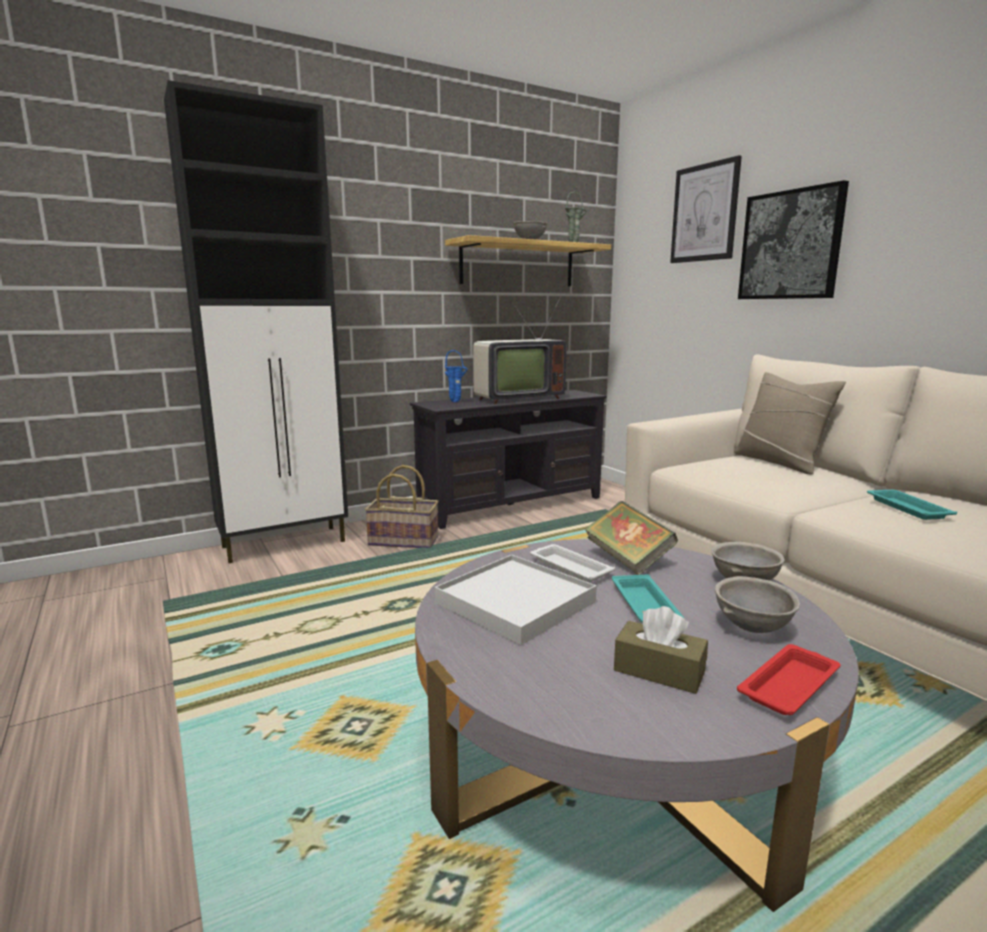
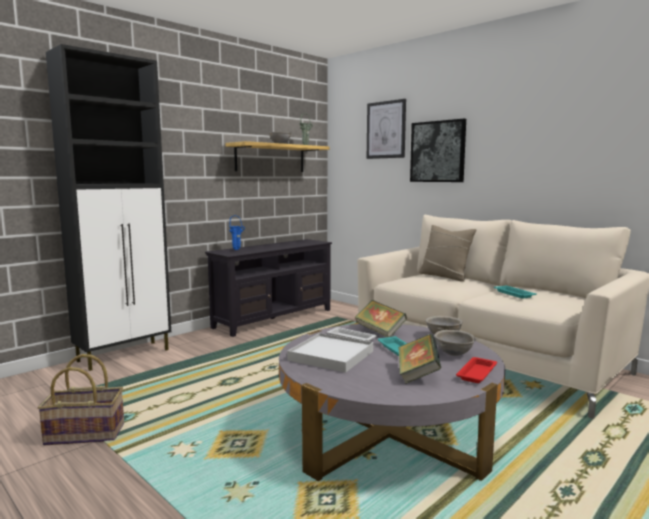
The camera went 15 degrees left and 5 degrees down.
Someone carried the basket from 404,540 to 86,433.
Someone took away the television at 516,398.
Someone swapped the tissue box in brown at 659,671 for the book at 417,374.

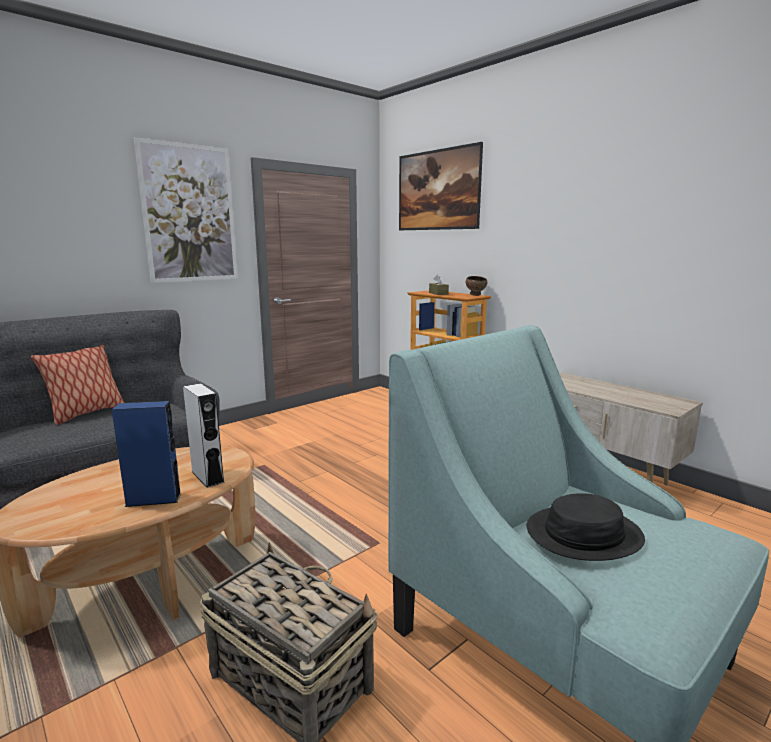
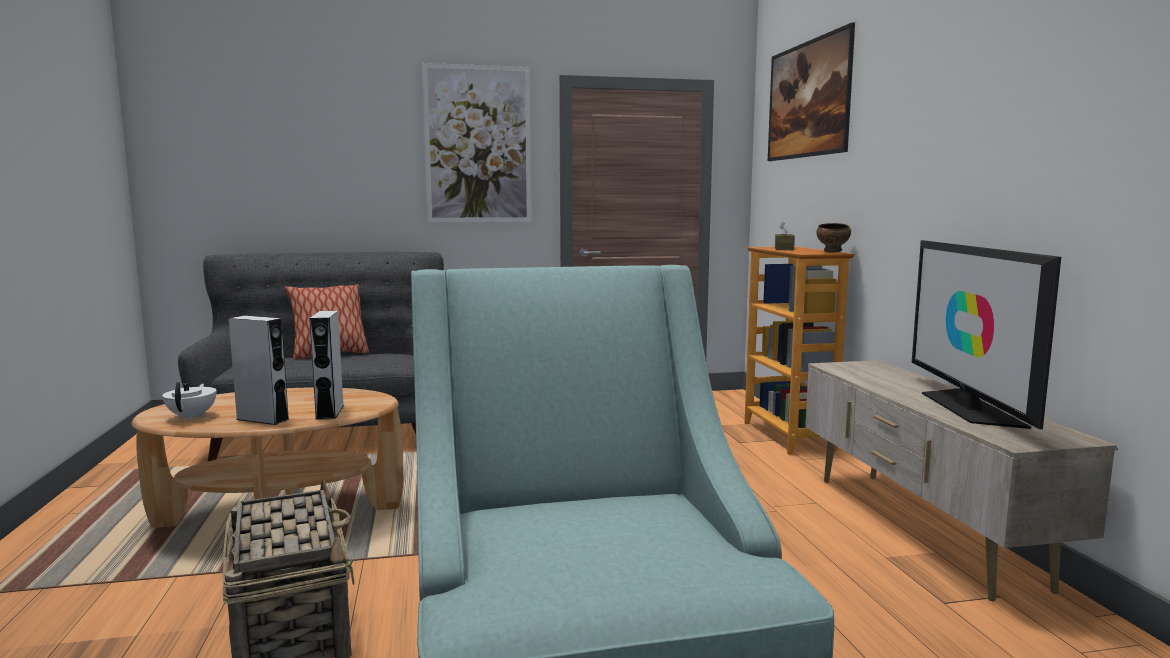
The camera went 30 degrees right and 5 degrees down.
Someone repainted the speaker in blue at 153,500, which became the speaker in grey at 262,419.
Someone took away the hat in black at 584,534.
Someone put down the teapot in white at 192,416.
Someone put down the television at 968,407.

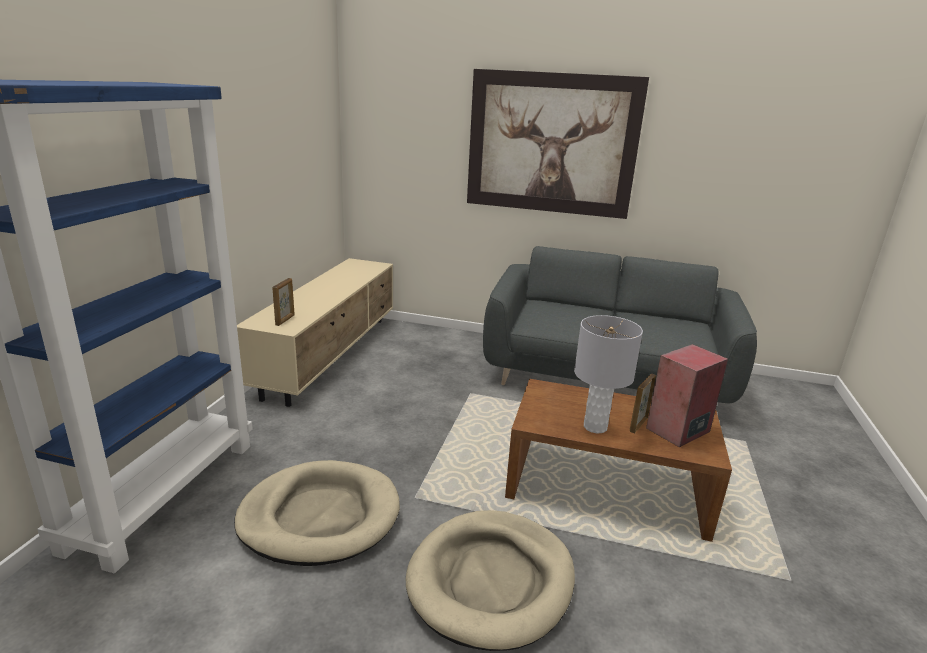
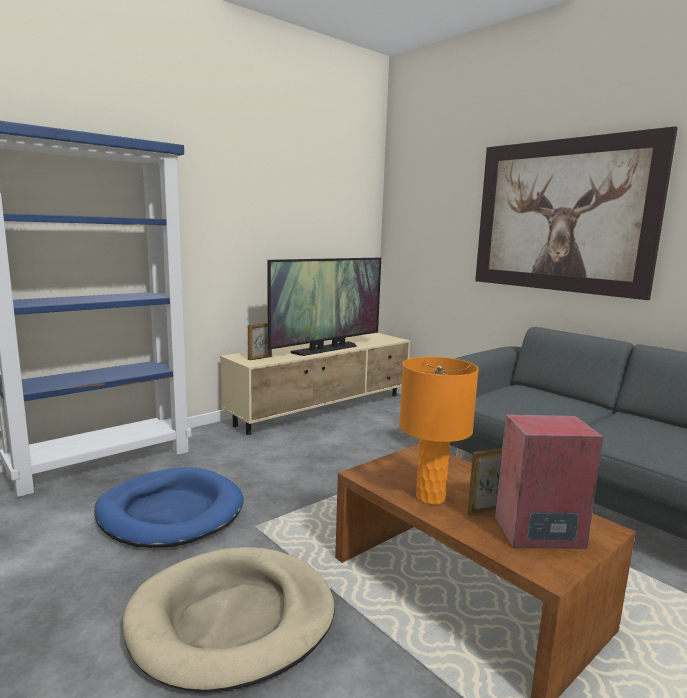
The camera went 35 degrees right and 10 degrees down.
Someone repainted the dog bed in beige at 320,516, which became the dog bed in blue at 170,512.
Someone repainted the table lamp in grey at 594,427, which became the table lamp in orange at 430,497.
Someone put down the television at 326,349.

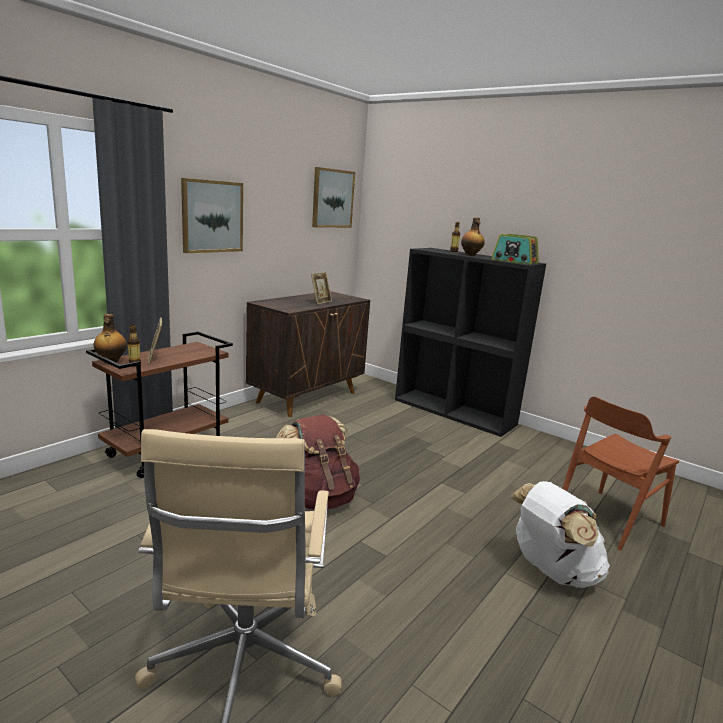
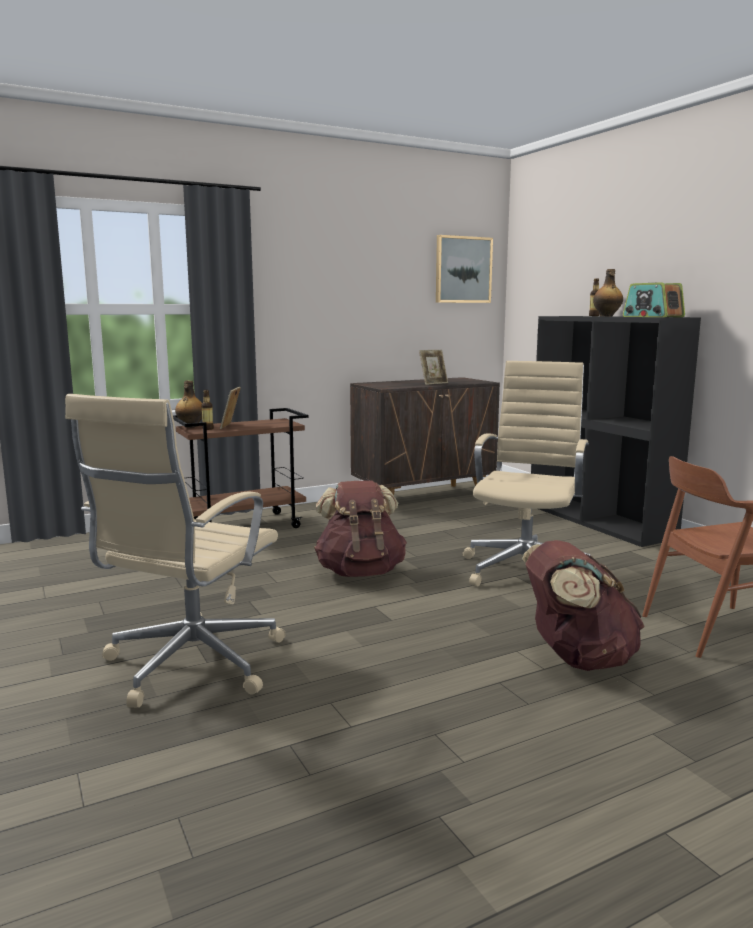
The camera went 25 degrees right and 5 degrees down.
Someone took away the picture at 212,216.
Someone repainted the backpack in white at 551,571, which became the backpack in brown at 577,659.
Someone put down the office chair in beige at 526,570.

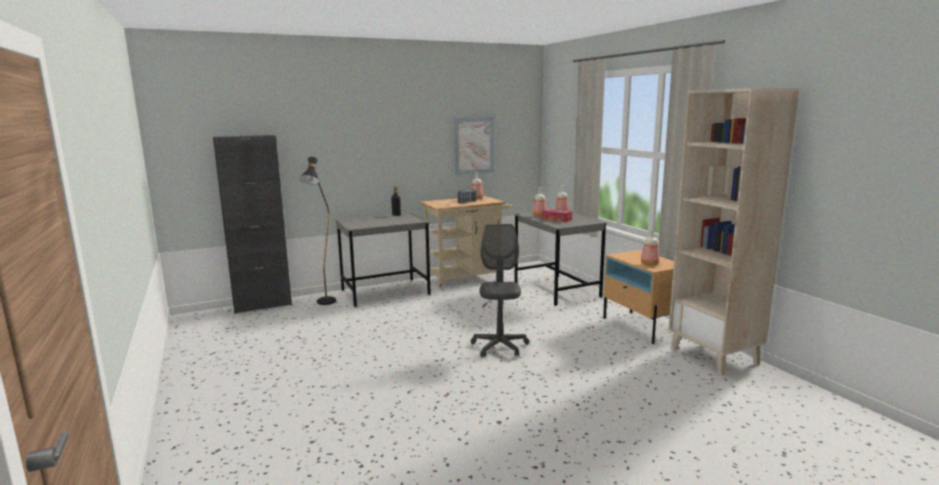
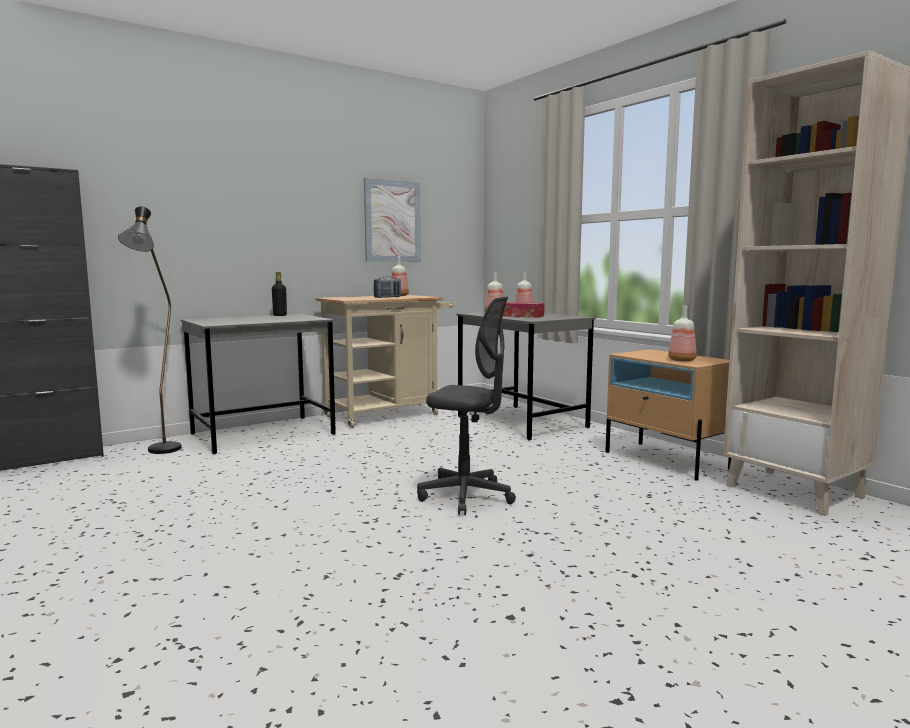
The camera went 10 degrees left and 5 degrees down.
Someone rotated the office chair in grey at 499,347 by 120 degrees clockwise.

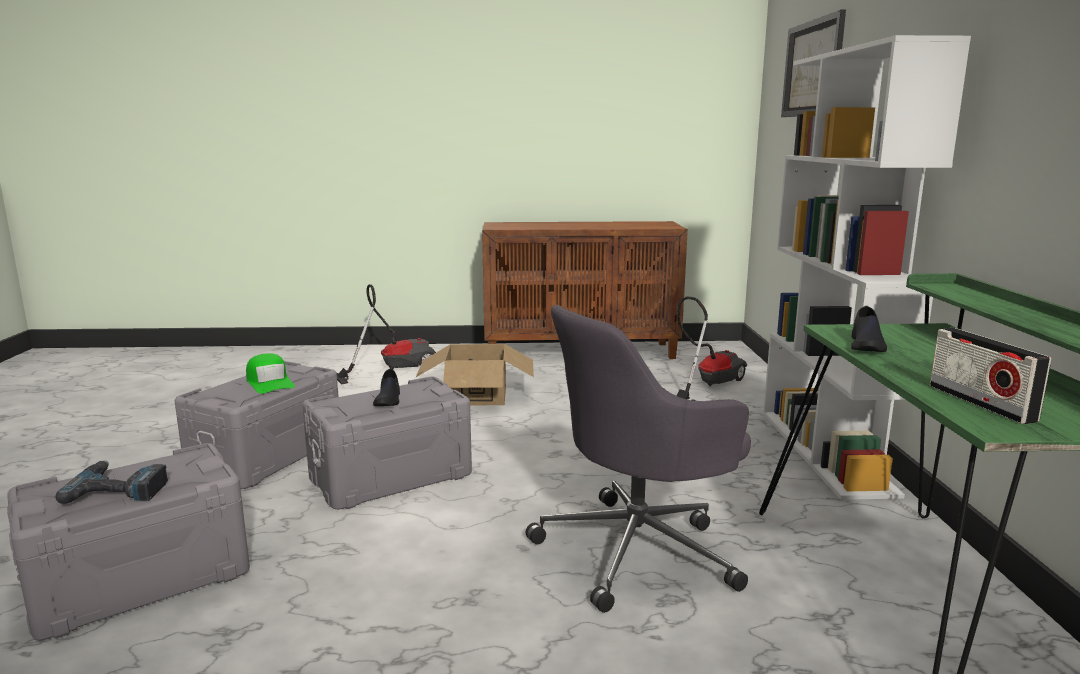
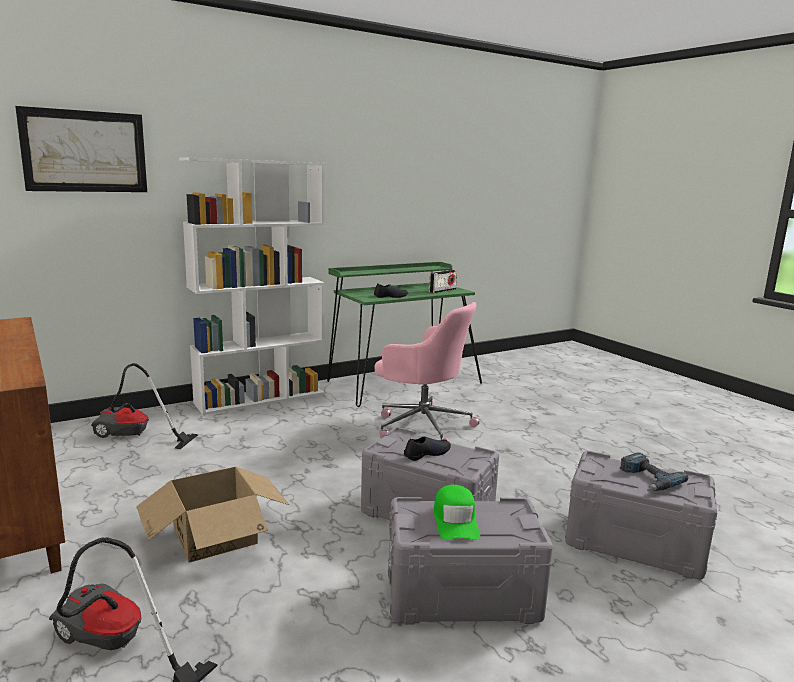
The camera went 120 degrees left and 0 degrees up.
Someone rotated the cap in green at 269,382 by 150 degrees clockwise.
Someone repainted the office chair in grey at 639,550, which became the office chair in pink at 422,425.

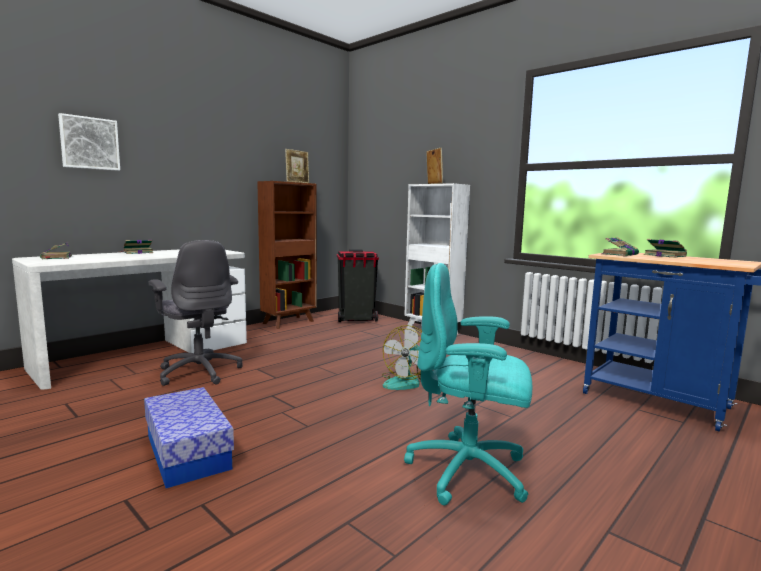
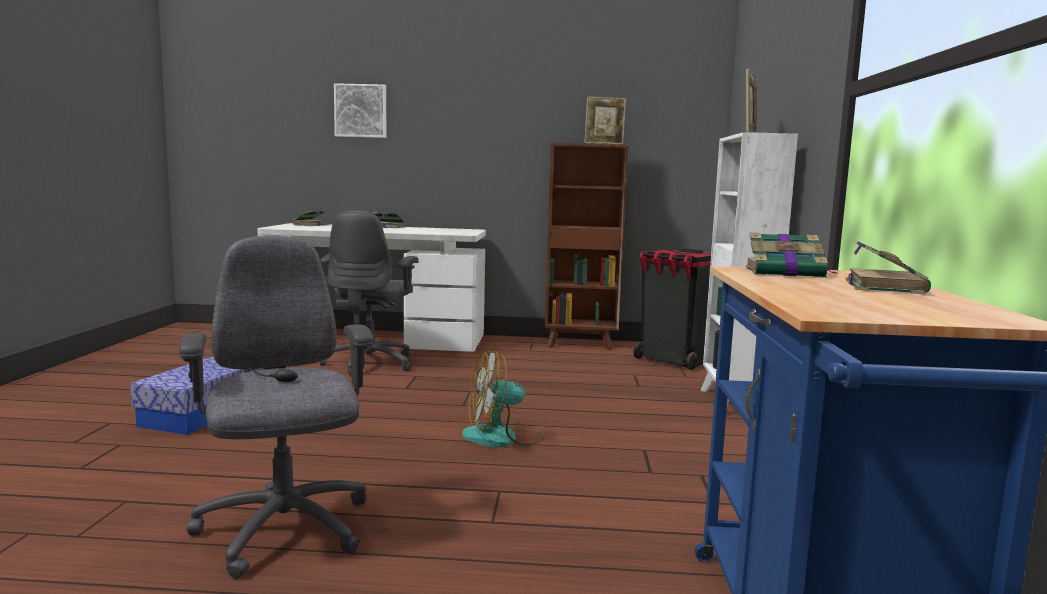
The camera went 50 degrees right and 0 degrees up.
Someone repainted the office chair in turquoise at 469,472, which became the office chair in grey at 284,531.

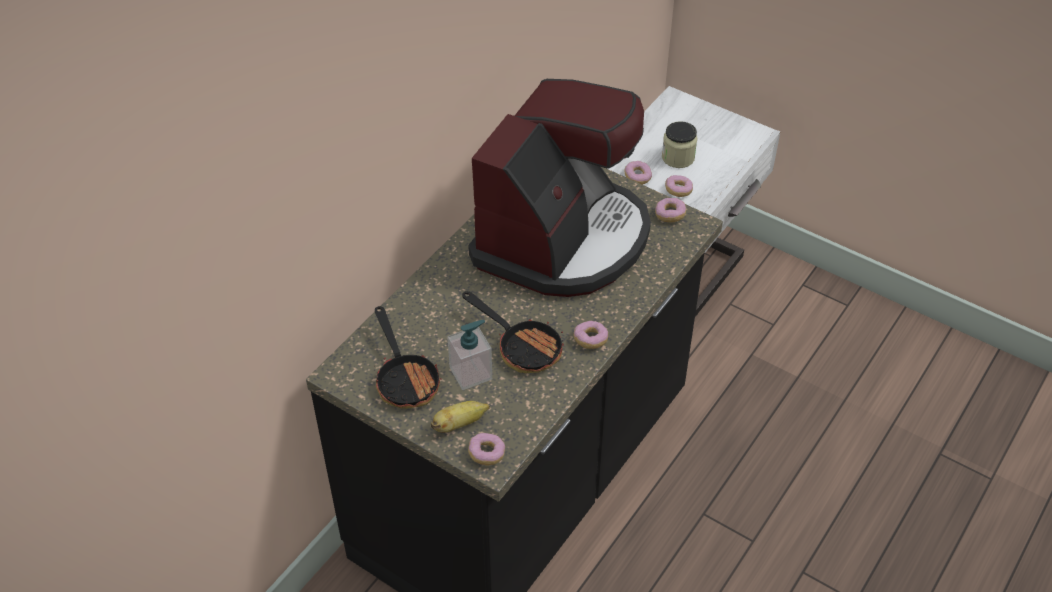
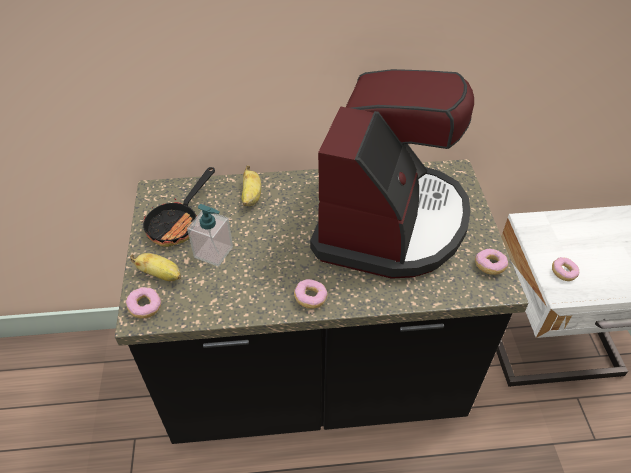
The camera went 50 degrees right and 0 degrees up.
Someone took away the frying pan at 522,346.
Someone rotated the coffee machine at 563,239 by 60 degrees counterclockwise.
Someone took away the donut at 637,177.
Someone took away the jar at 678,157.
Someone put down the banana at 251,197.

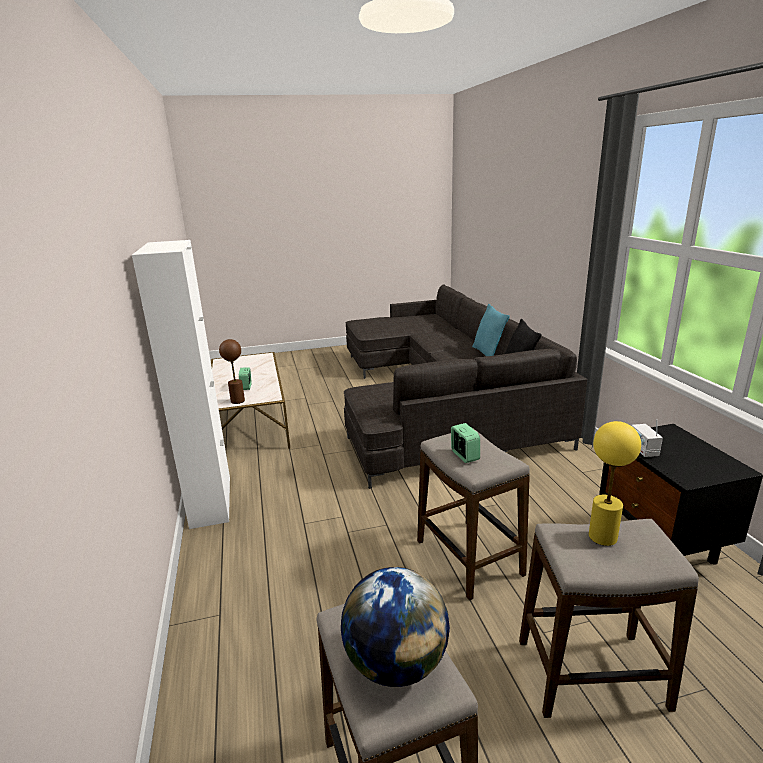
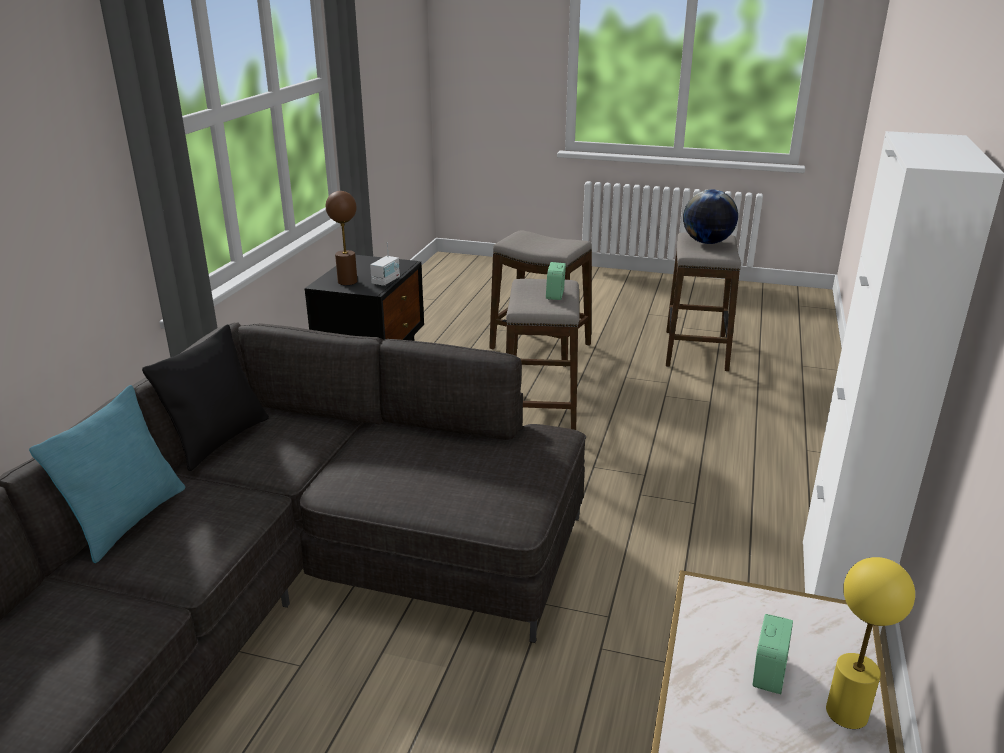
The camera went 150 degrees left and 5 degrees up.
Someone carried the table lamp in brown from 237,401 to 347,282.
Someone carried the table lamp in yellow from 602,537 to 847,713.

